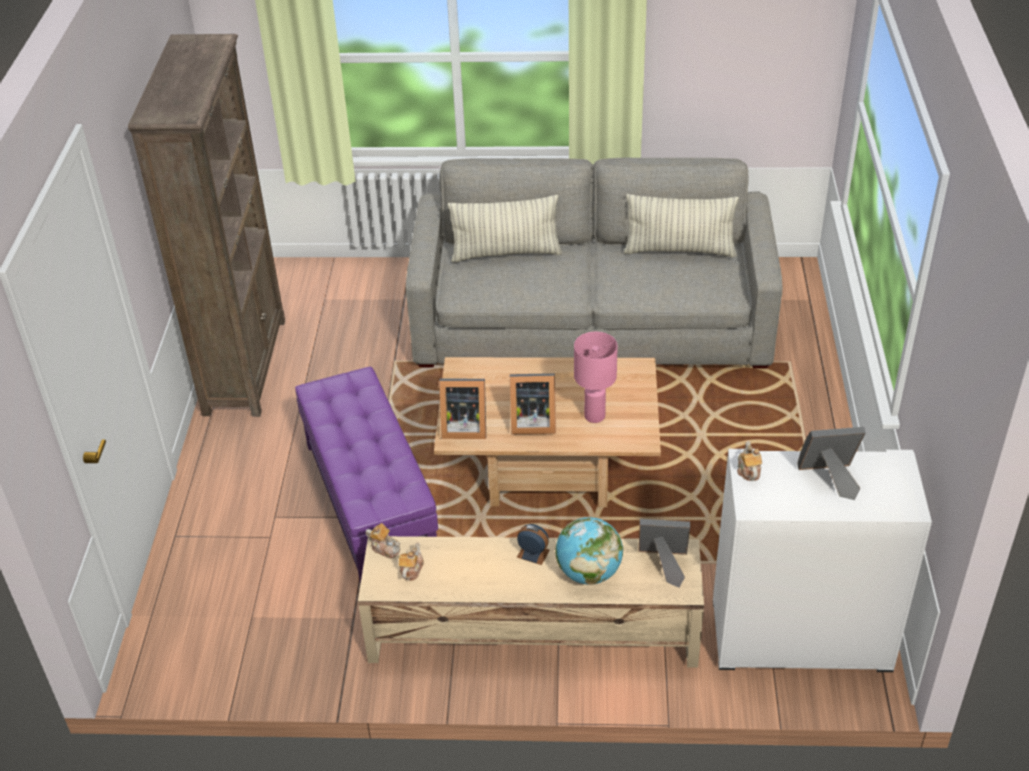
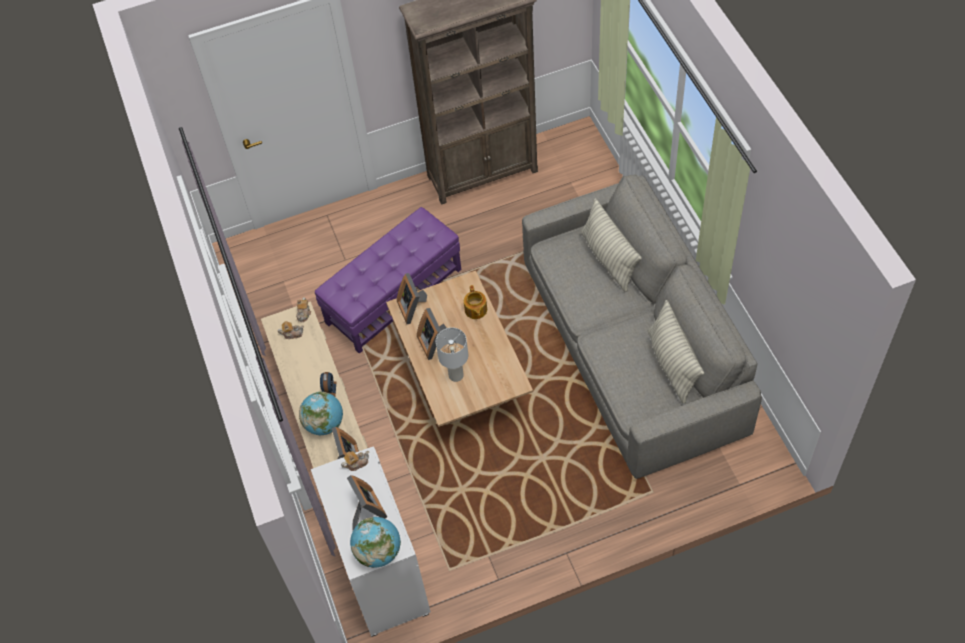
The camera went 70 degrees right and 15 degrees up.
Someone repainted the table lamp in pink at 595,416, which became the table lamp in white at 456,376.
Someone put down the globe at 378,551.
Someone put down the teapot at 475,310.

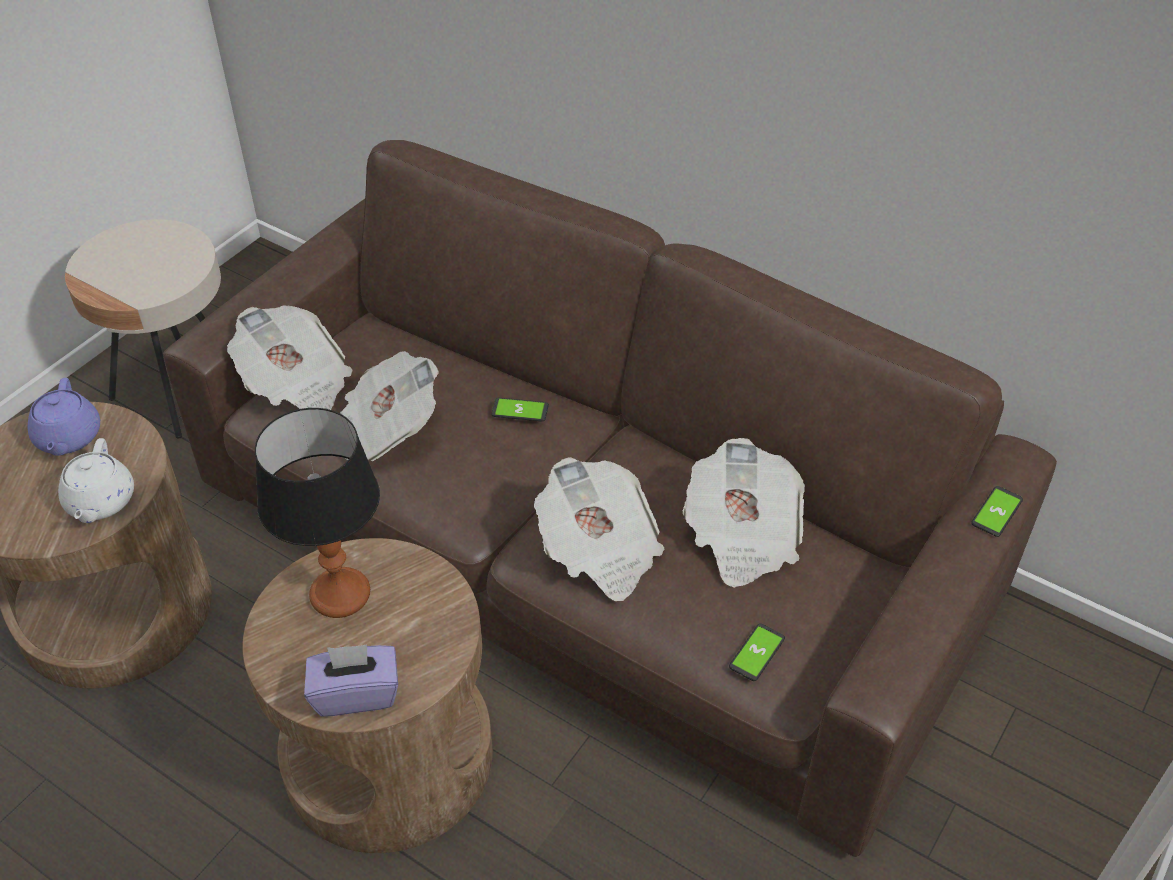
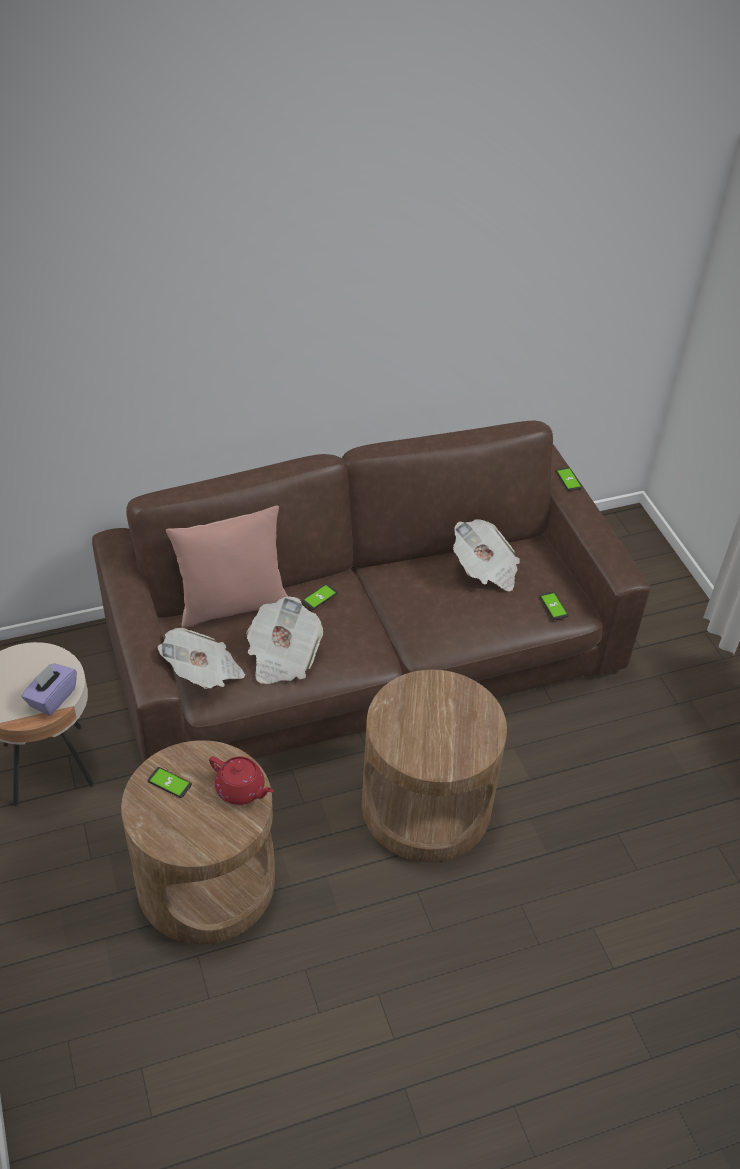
The camera went 55 degrees left and 0 degrees up.
Someone swapped the teapot in purple at 68,438 for the phone at 169,783.
Someone repainted the teapot in white at 100,502, which became the teapot in red at 241,789.
Someone took away the table lamp at 341,594.
Someone carried the tissue box in purple from 356,693 to 52,698.
Someone took away the newspaper at 599,550.
Someone put down the pillow in pink at 232,605.

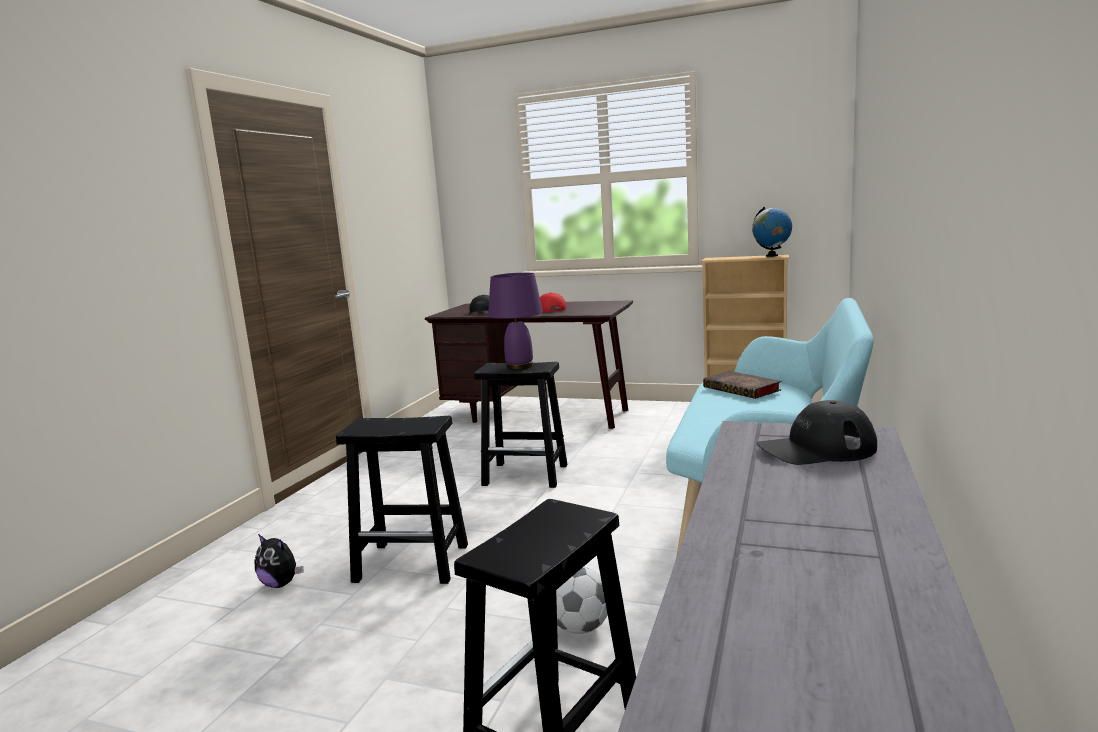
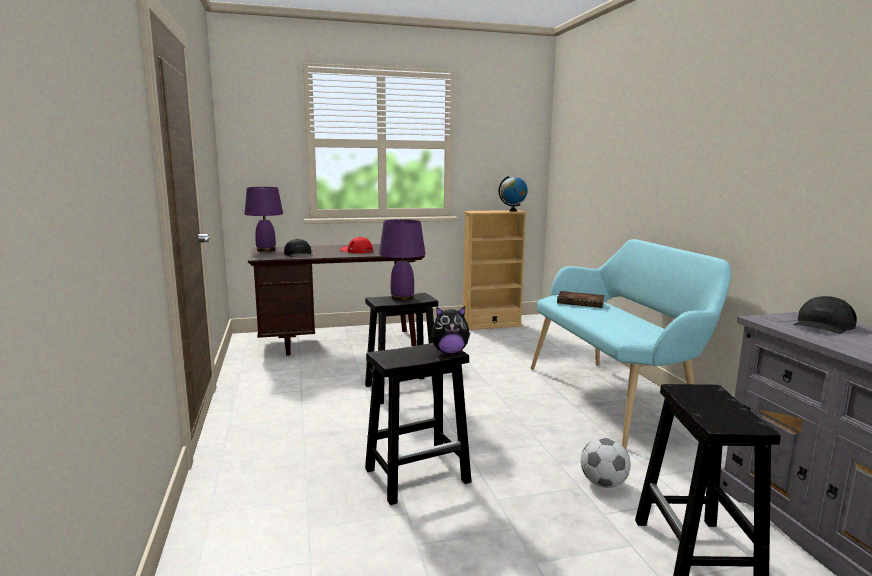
The camera went 35 degrees left and 0 degrees up.
Someone carried the plush toy from 281,584 to 449,352.
Someone put down the table lamp in purple at 266,250.

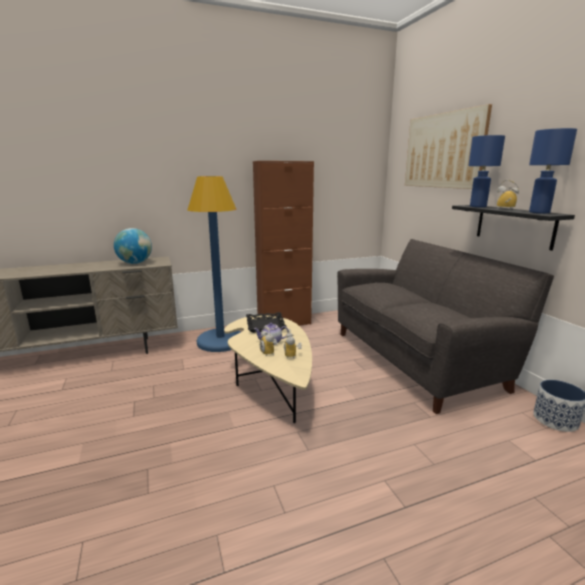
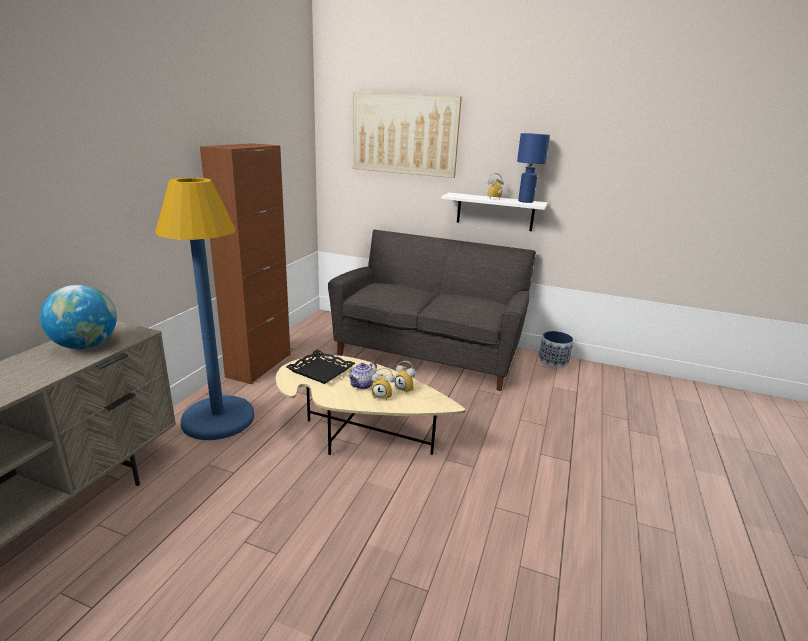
The camera went 50 degrees left and 5 degrees up.
Someone repainted the shelf in black at 514,226, which became the shelf in white at 495,212.
Someone took away the table lamp in blue at 478,206.

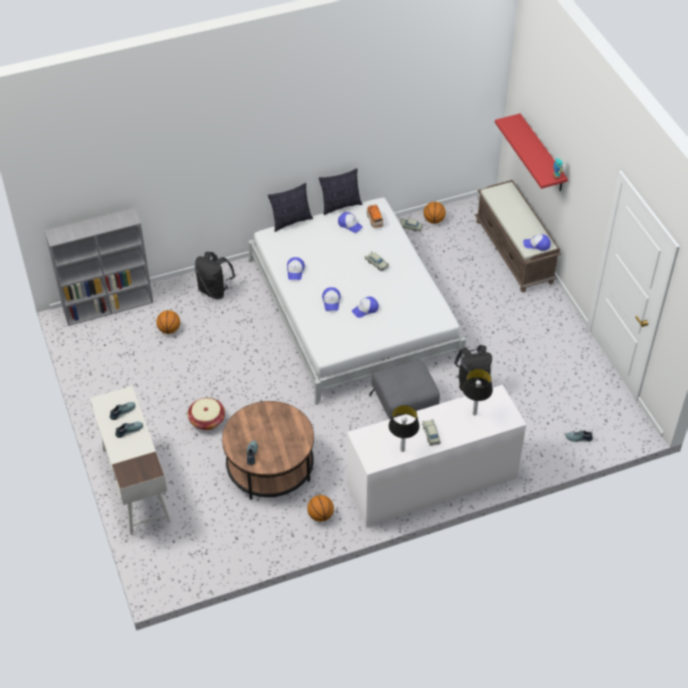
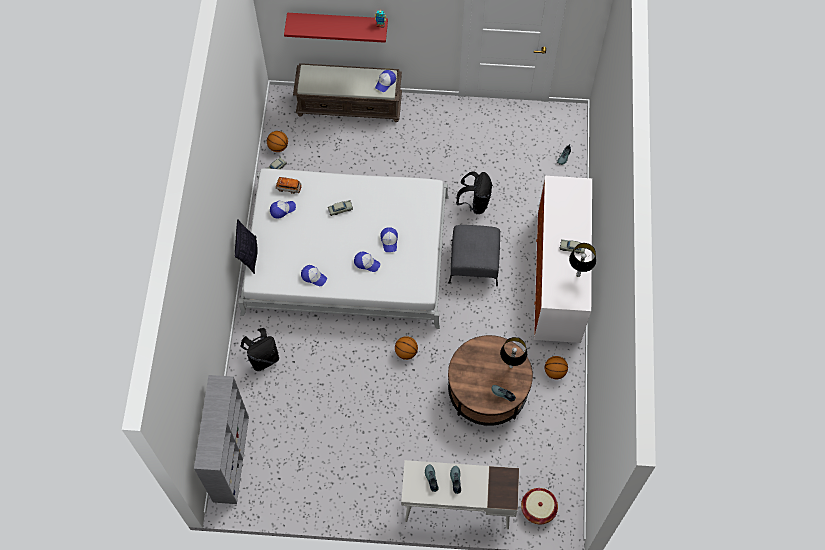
The camera went 65 degrees left and 15 degrees up.
Someone carried the basketball from 169,329 to 406,352.
Someone carried the basket from 207,420 to 538,509.
Someone took away the pillow at 341,206.
Someone carried the table lamp from 475,413 to 511,366.

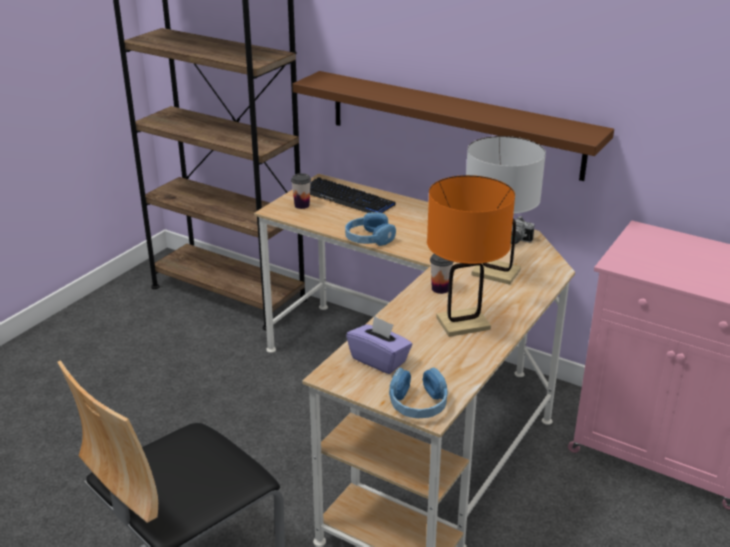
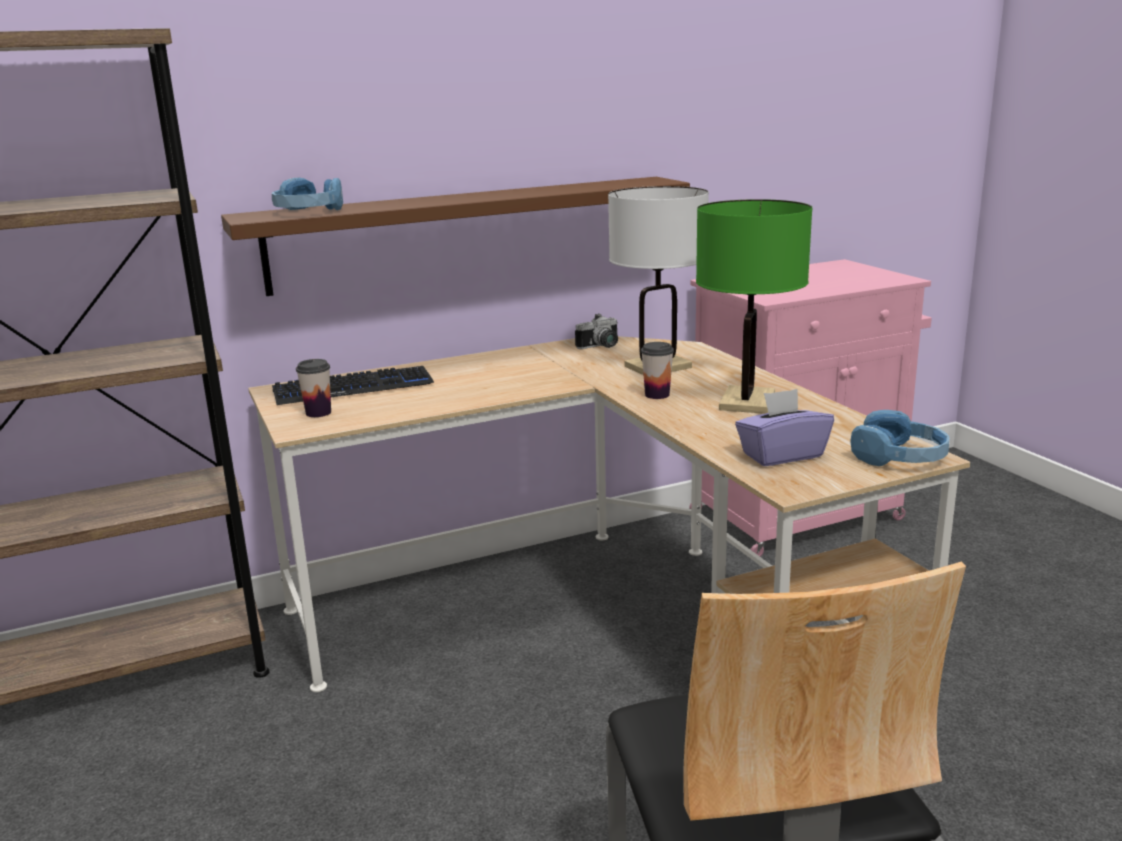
The camera went 55 degrees left and 10 degrees down.
Someone carried the headphones in blue from 369,239 to 309,212.
Someone repainted the table lamp in orange at 463,323, which became the table lamp in green at 747,402.

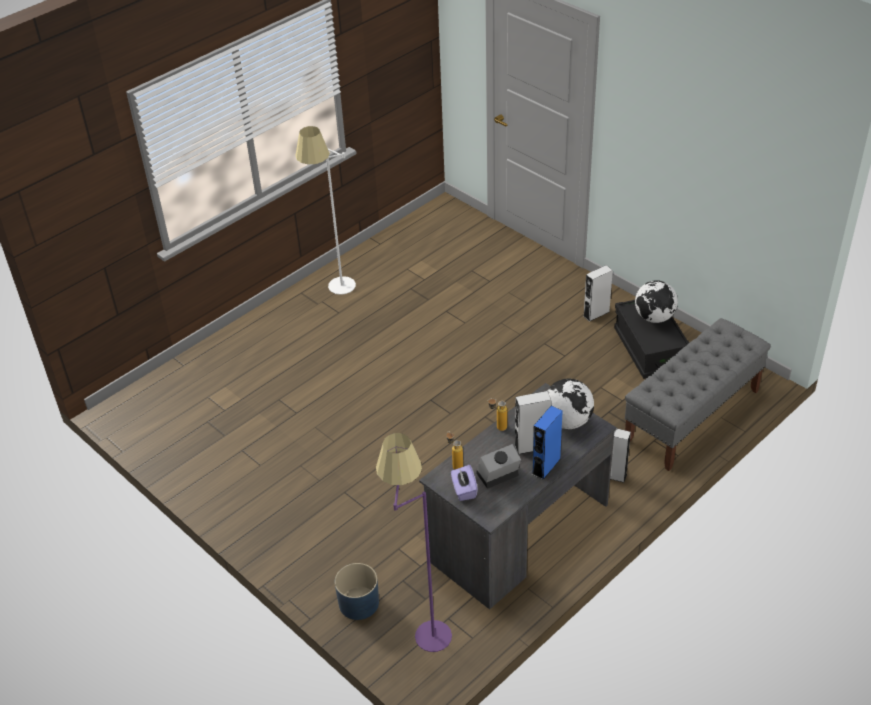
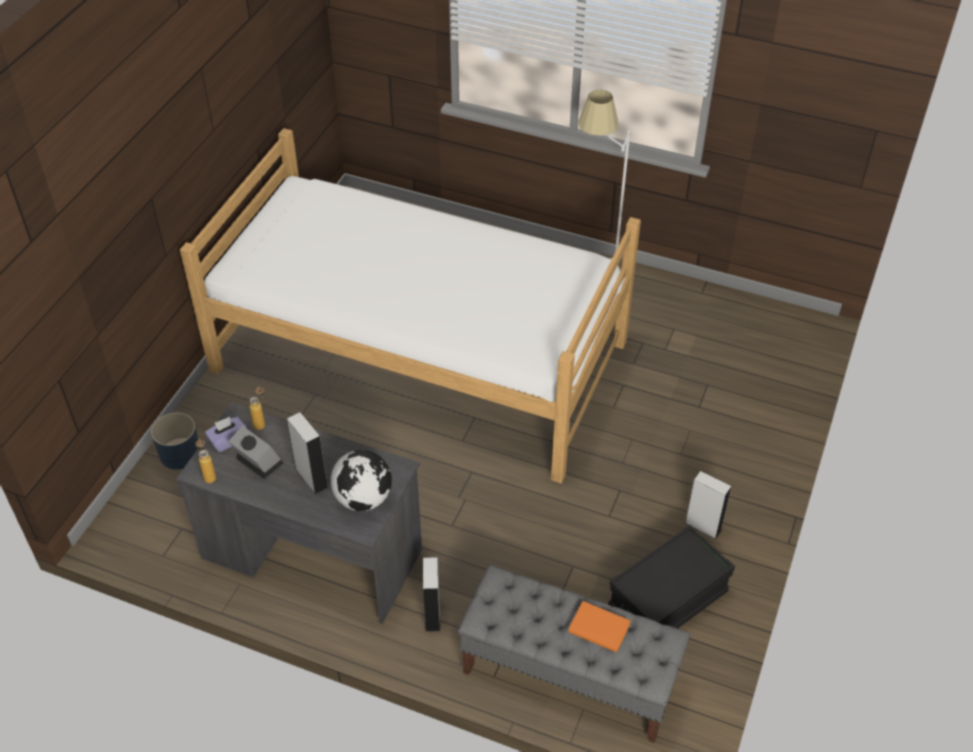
The camera went 65 degrees right and 5 degrees up.
Someone took away the floor lamp in purple at 420,627.
Someone carried the bottle from 497,427 to 209,475.
Someone took away the speaker in blue at 546,466.
Someone took away the globe at 654,318.
Someone put down the bed at 419,356.
Someone put down the book in orange at 599,629.

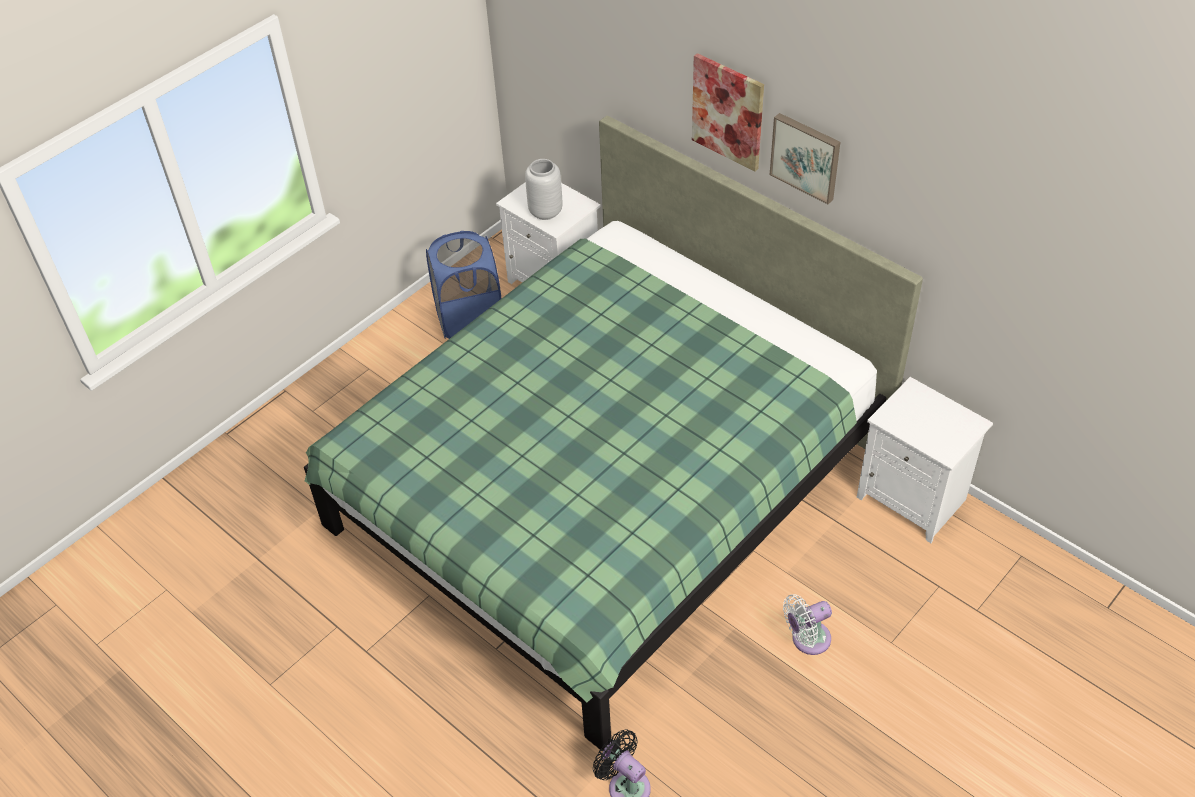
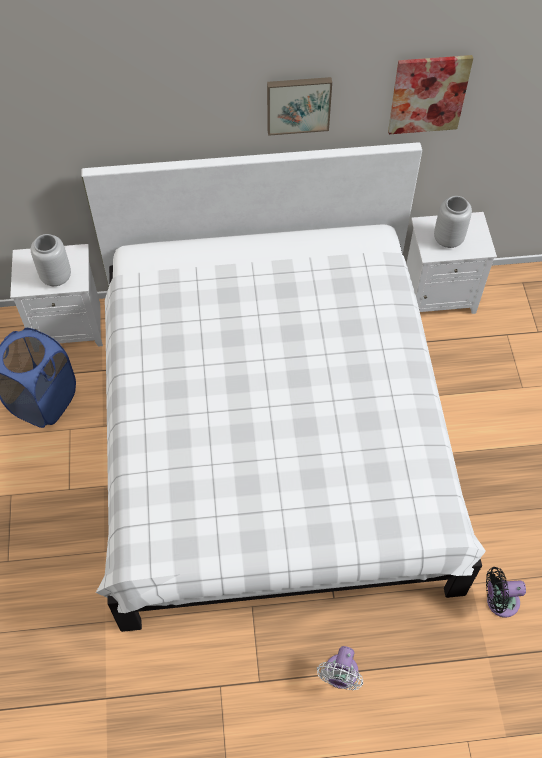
The camera went 50 degrees left and 10 degrees up.
Someone repainted the bed in green at 605,489, which became the bed in white at 272,437.
Someone carried the picture from 728,111 to 428,94.
Someone carried the fan in white from 807,639 to 340,675.
Someone put down the vase in grey at 447,239.

